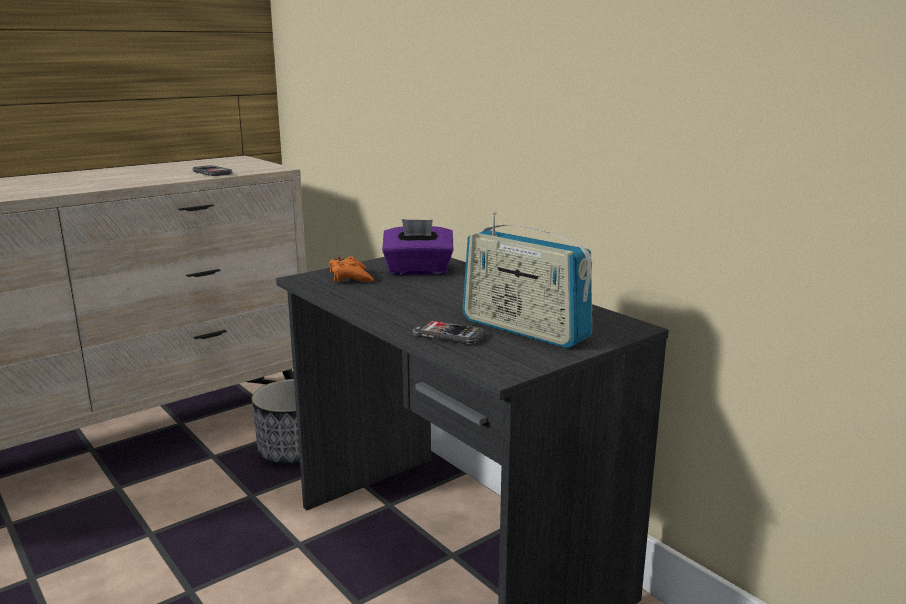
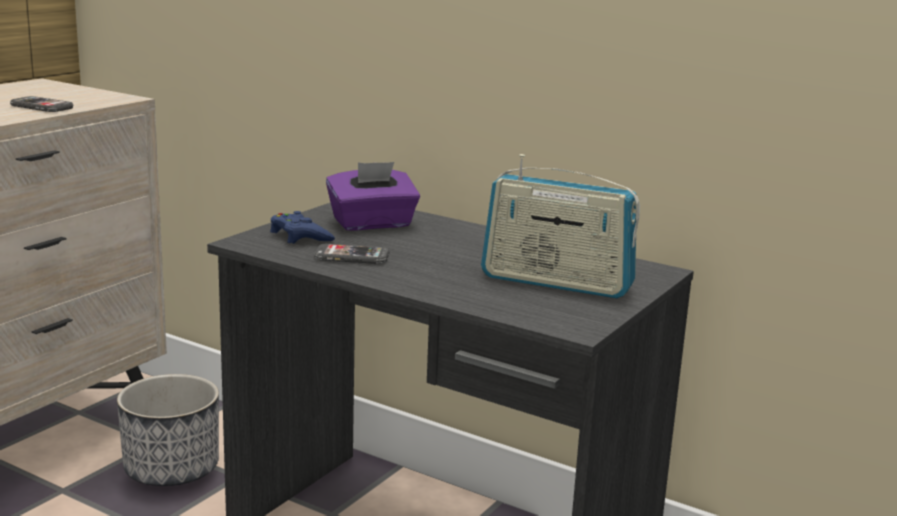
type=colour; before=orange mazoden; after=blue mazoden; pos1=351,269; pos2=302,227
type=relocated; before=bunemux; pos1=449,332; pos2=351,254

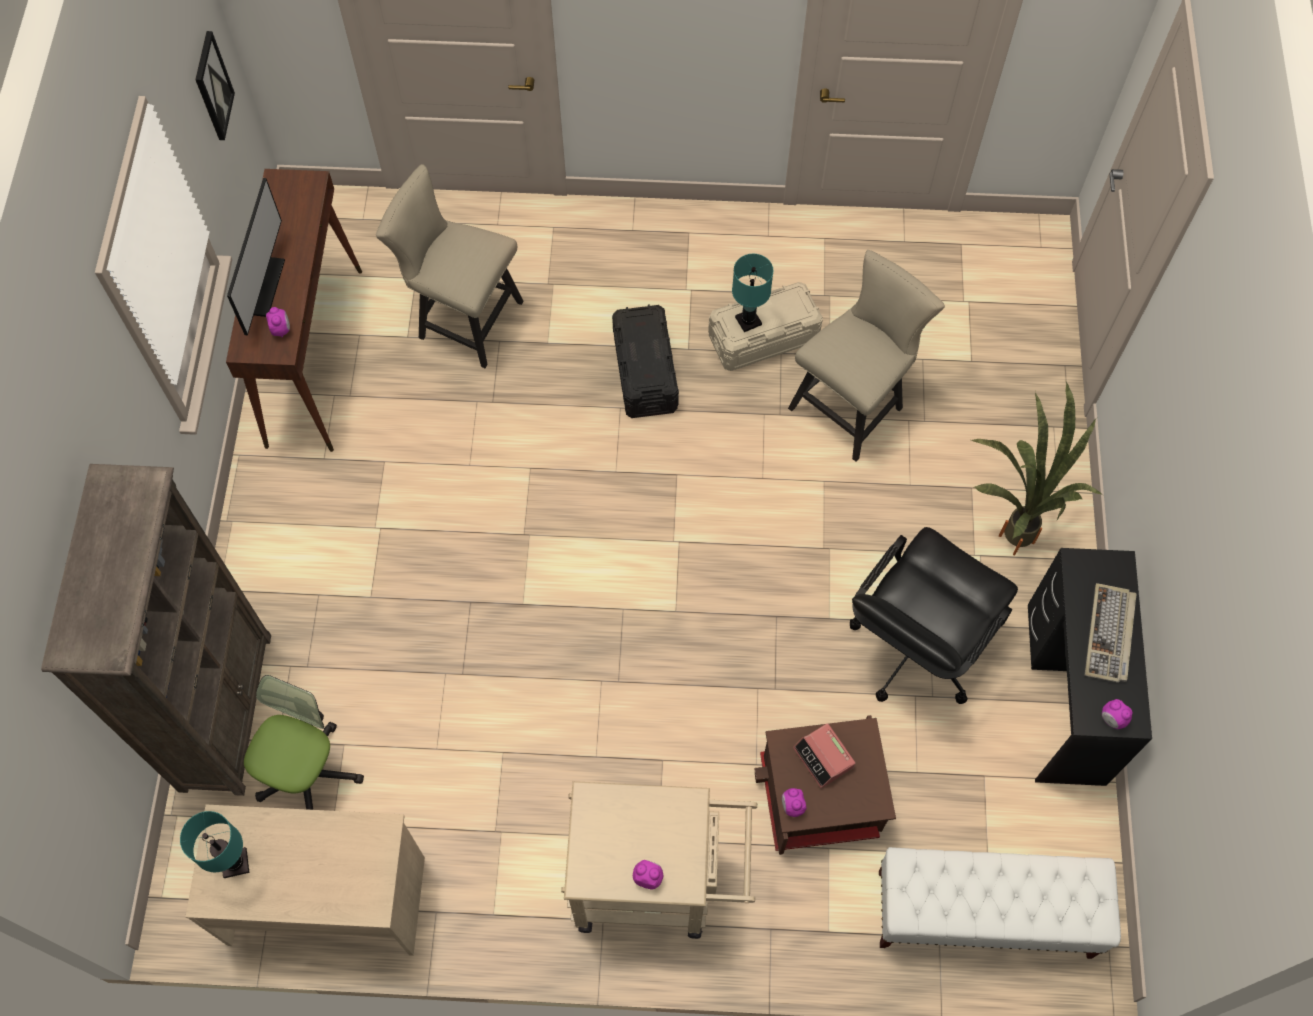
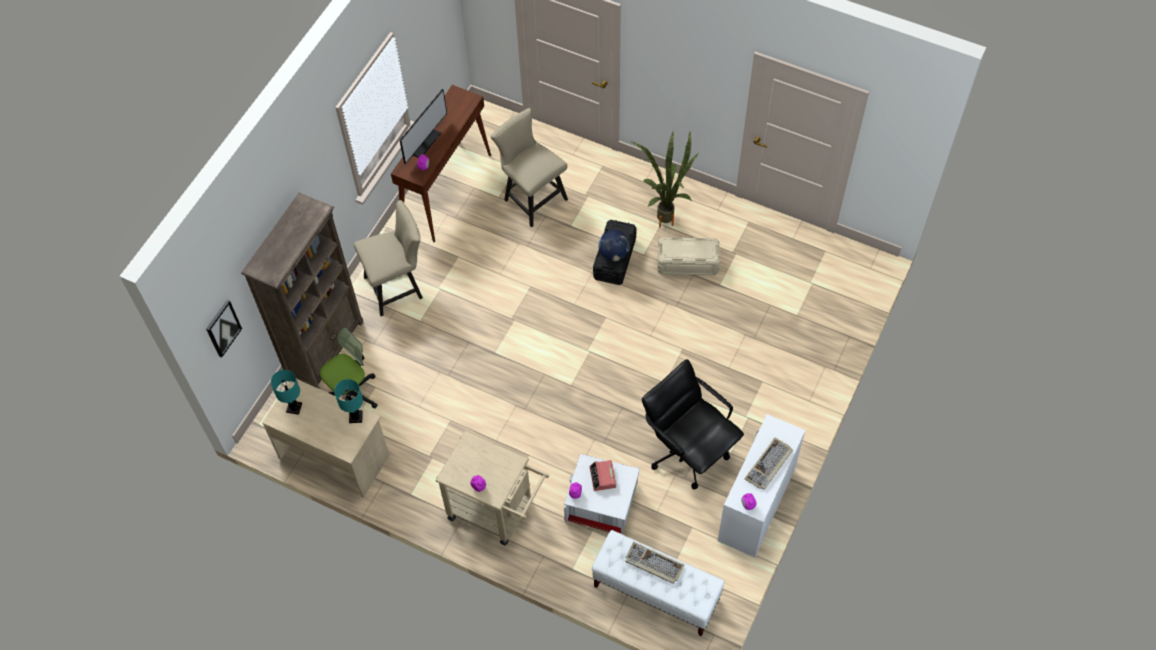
type=relocated; before=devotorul; pos1=215,85; pos2=224,328
type=relocated; before=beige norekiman; pos1=866,356; pos2=388,258
type=relocated; before=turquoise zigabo; pos1=752,293; pos2=348,401
type=relocated; before=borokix; pos1=1036,467; pos2=665,179
type=spun; before=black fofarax; pos1=934,615; pos2=693,424; turn=75
type=colour; before=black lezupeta; after=white lezupeta; pos1=1090,667; pos2=761,485
type=colour; before=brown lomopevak; after=white lomopevak; pos1=825,785; pos2=602,494
type=appeared; after=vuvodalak; pos2=614,245
type=appeared; after=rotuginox; pos2=654,563

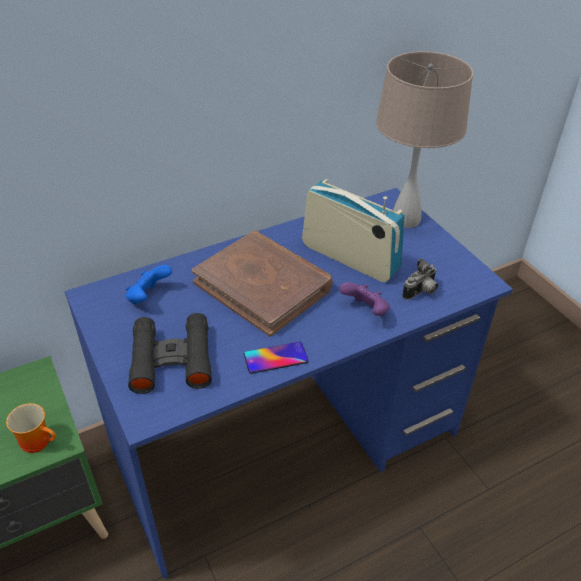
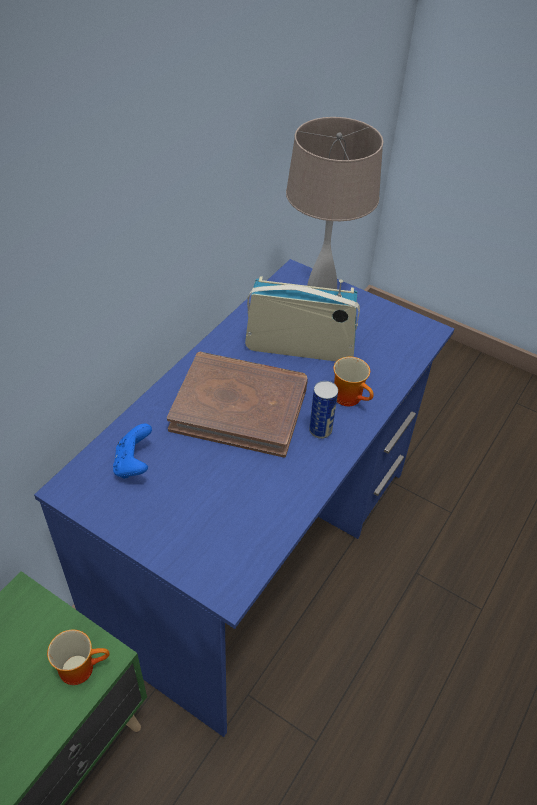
type=missing; before=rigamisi; pos1=420,279
type=exchanged; before=purple mazoden; after=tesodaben; pos1=364,299; pos2=353,381
type=missing; before=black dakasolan; pos1=170,353
type=missing; before=bunemux; pos1=276,358
type=appeared; after=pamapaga; pos2=323,410

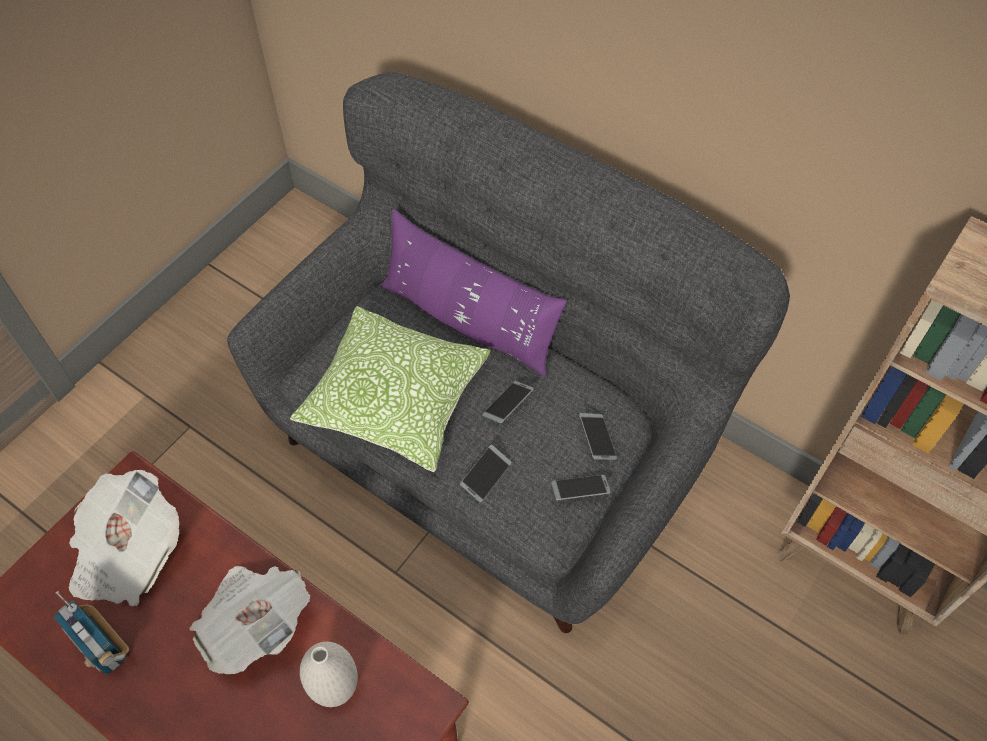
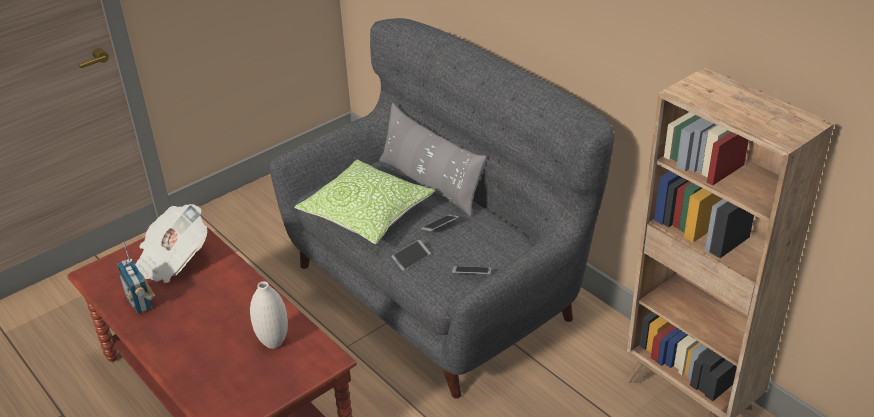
type=colour; before=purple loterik; after=grey loterik; pos1=474,293; pos2=433,160
type=missing; before=bunemux; pos1=598,436
type=missing; before=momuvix; pos1=249,620

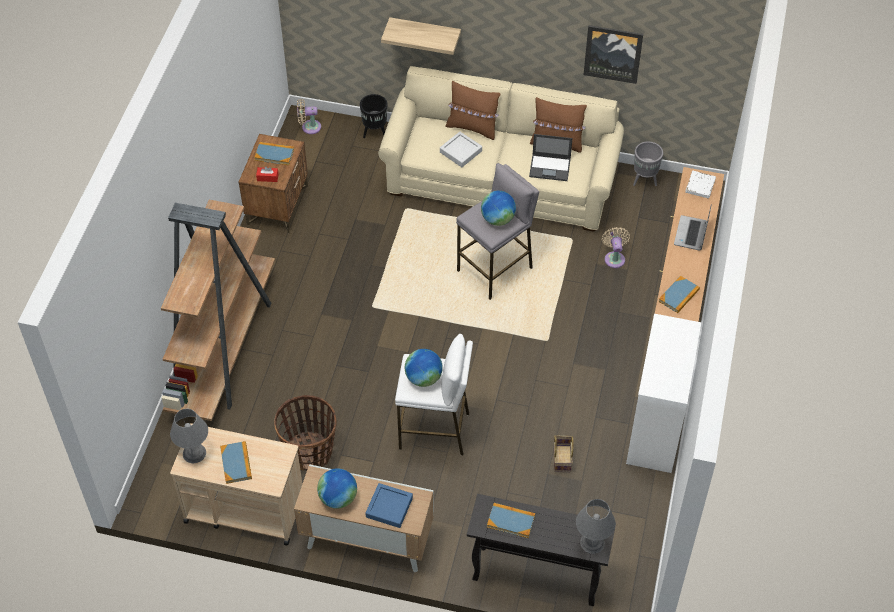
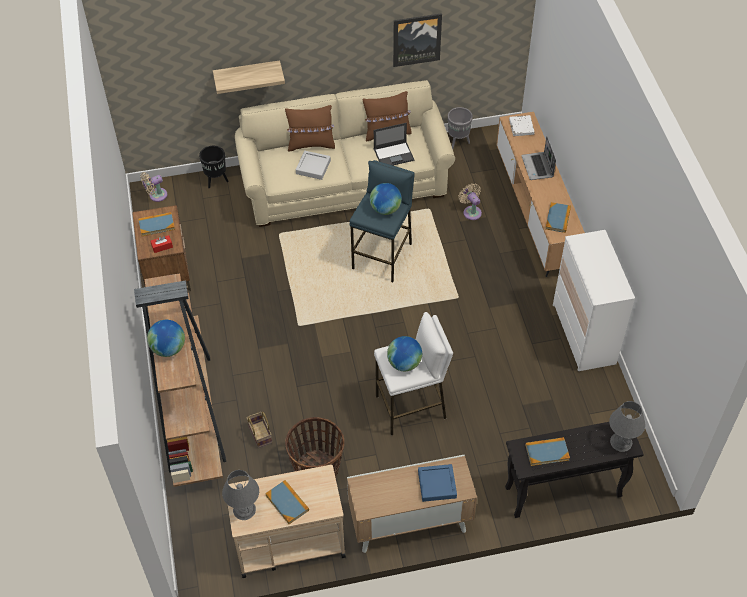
type=colour; before=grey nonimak; after=blue nonimak; pos1=497,231; pos2=382,221
type=relocated; before=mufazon; pos1=563,454; pos2=259,430
type=relocated; before=vuvodalak; pos1=337,488; pos2=166,338

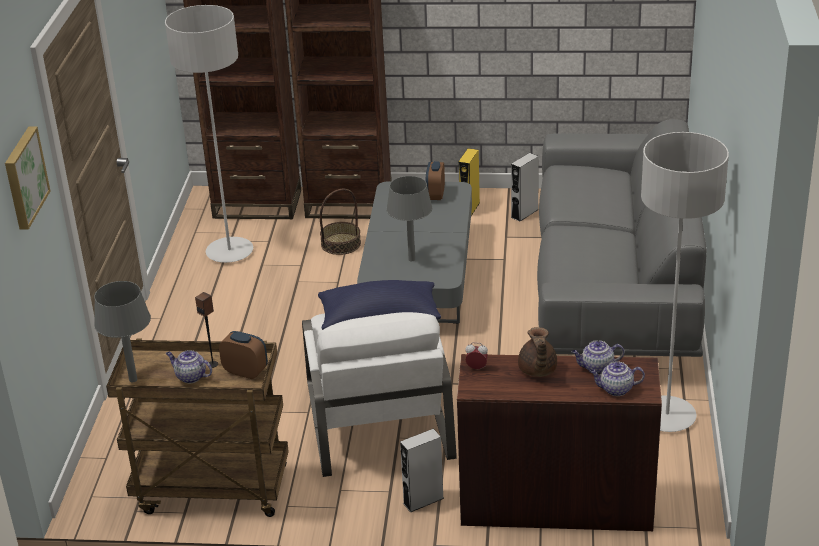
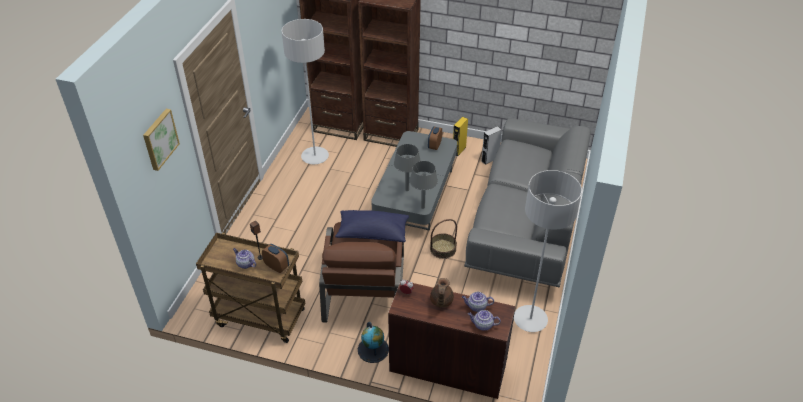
type=relocated; before=mufazon; pos1=340,222; pos2=443,239
type=relocated; before=grey zigabo; pos1=122,331; pos2=424,185
type=colour; before=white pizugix; after=brown pizugix; pos1=379,394; pos2=361,272
type=exchanged; before=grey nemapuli; after=vuvodalak; pos1=422,471; pos2=373,342

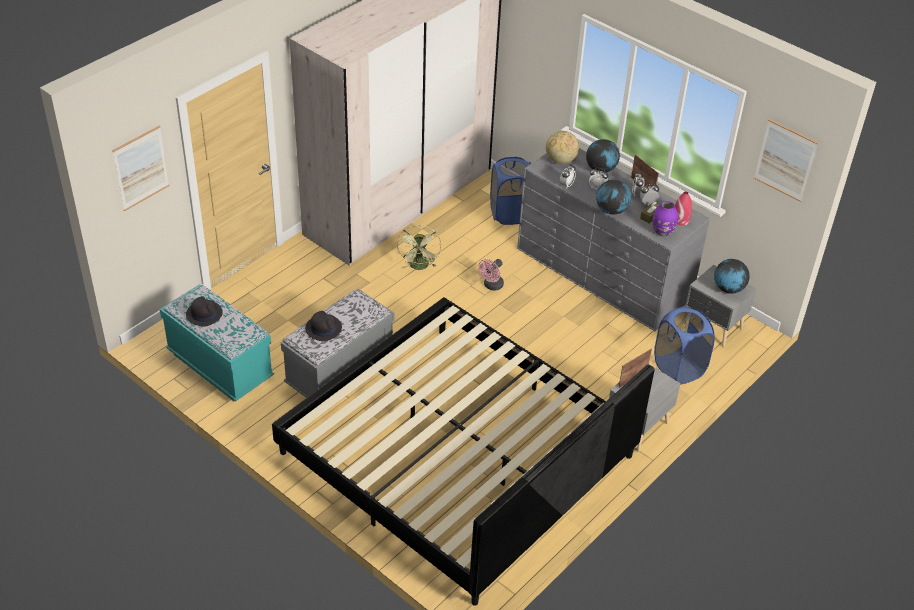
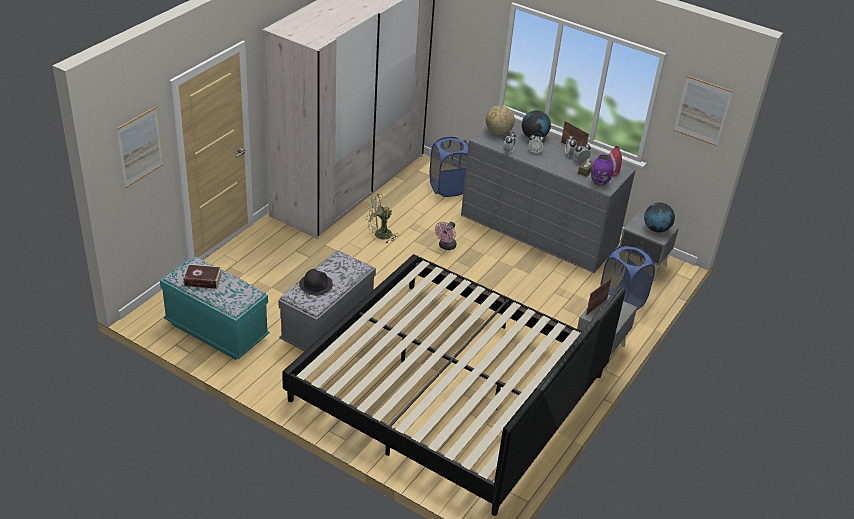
type=missing; before=vuvodalak; pos1=613,197
type=spun; before=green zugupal; pos1=419,247; pos2=381,218; turn=75
type=exchanged; before=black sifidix; after=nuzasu; pos1=204,312; pos2=202,276

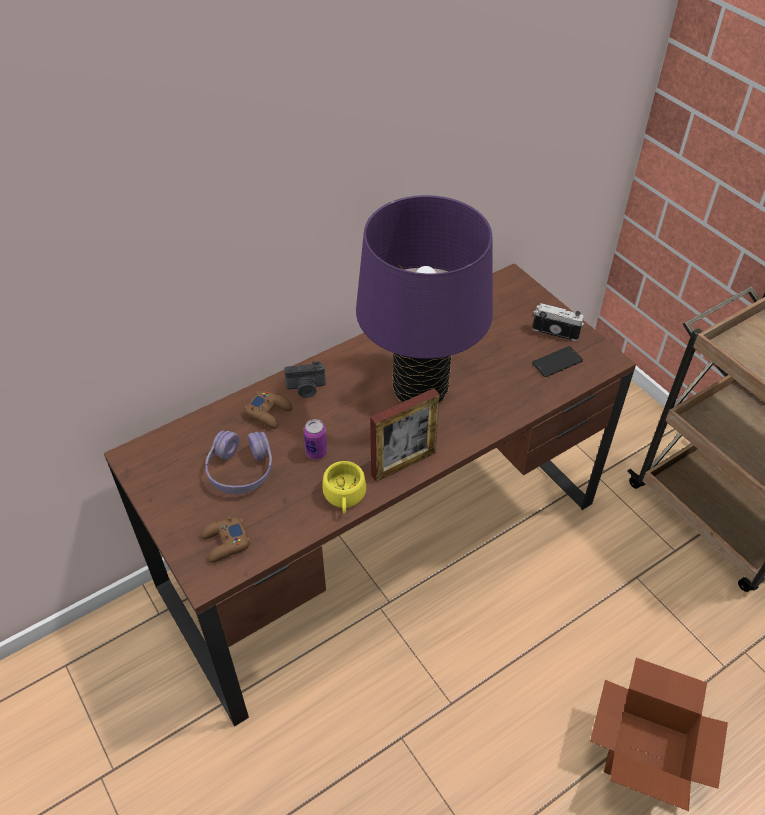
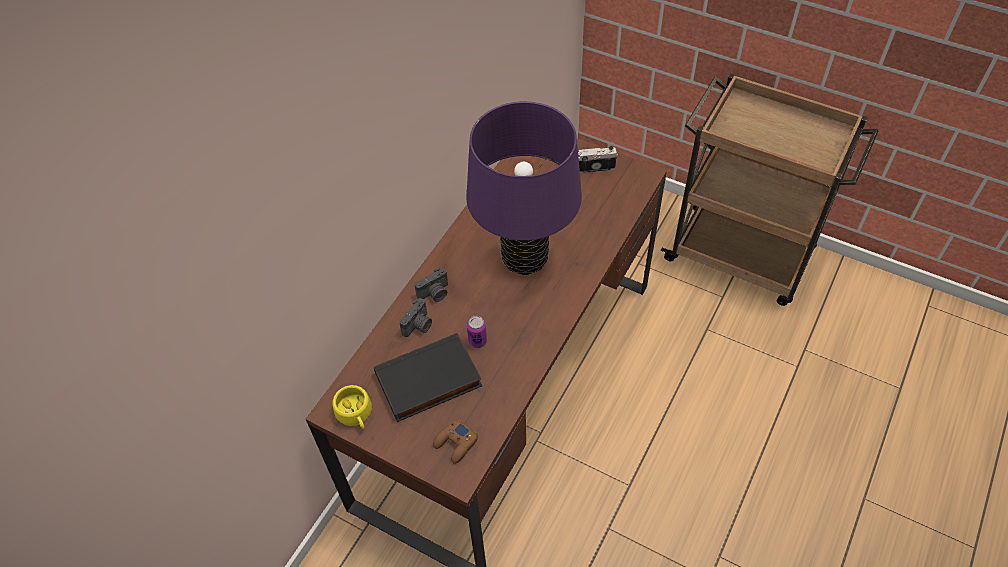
type=missing; before=bunemux; pos1=557,361
type=missing; before=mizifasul; pos1=405,435
type=exchanged; before=brown mazoden; after=rigamisi; pos1=268,410; pos2=415,317
type=exchanged; before=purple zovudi; after=black nuzasu; pos1=238,462; pos2=428,377
type=relocated; before=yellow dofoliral; pos1=344,487; pos2=352,407
type=missing; before=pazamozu; pos1=659,734

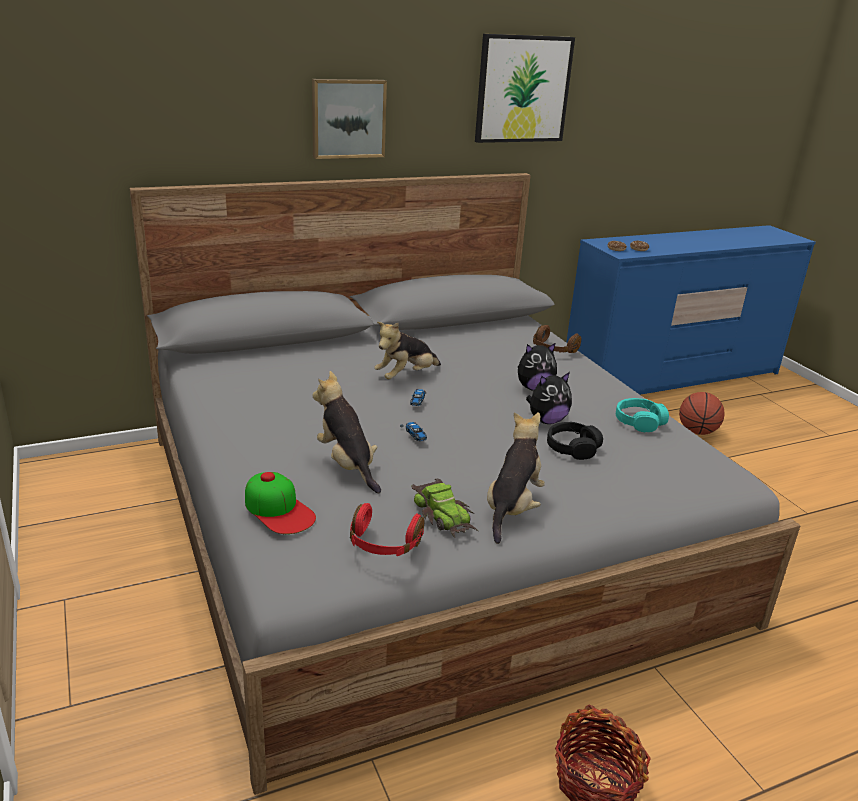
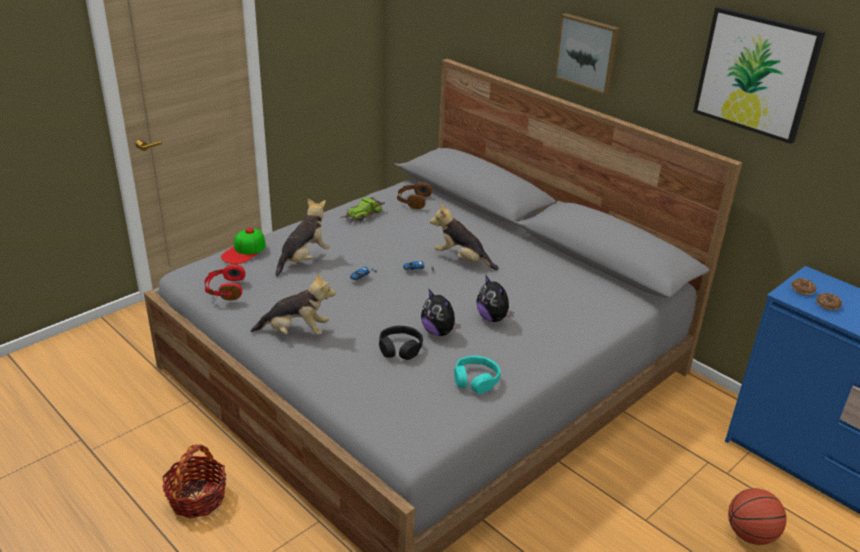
type=relocated; before=brown zovudi; pos1=557,339; pos2=414,195
type=relocated; before=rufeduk; pos1=444,508; pos2=362,210

